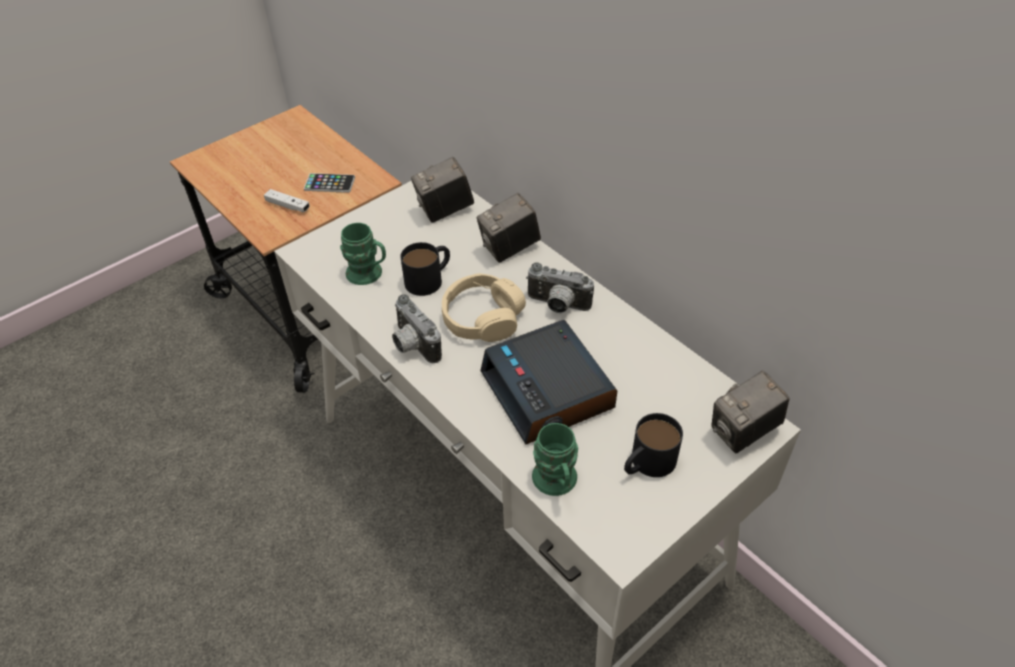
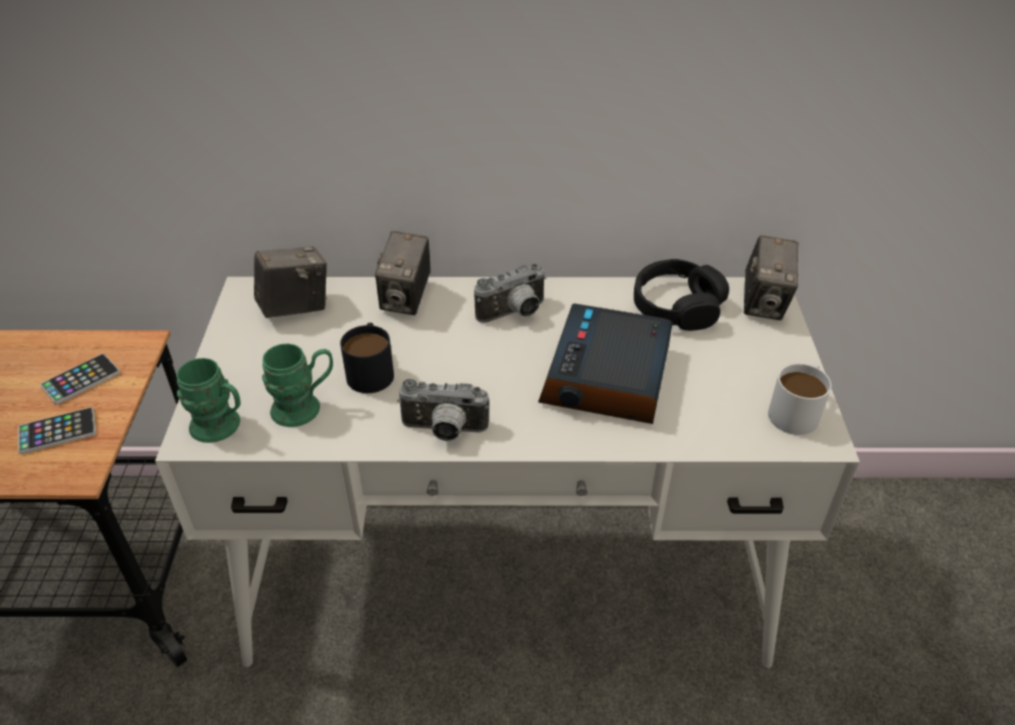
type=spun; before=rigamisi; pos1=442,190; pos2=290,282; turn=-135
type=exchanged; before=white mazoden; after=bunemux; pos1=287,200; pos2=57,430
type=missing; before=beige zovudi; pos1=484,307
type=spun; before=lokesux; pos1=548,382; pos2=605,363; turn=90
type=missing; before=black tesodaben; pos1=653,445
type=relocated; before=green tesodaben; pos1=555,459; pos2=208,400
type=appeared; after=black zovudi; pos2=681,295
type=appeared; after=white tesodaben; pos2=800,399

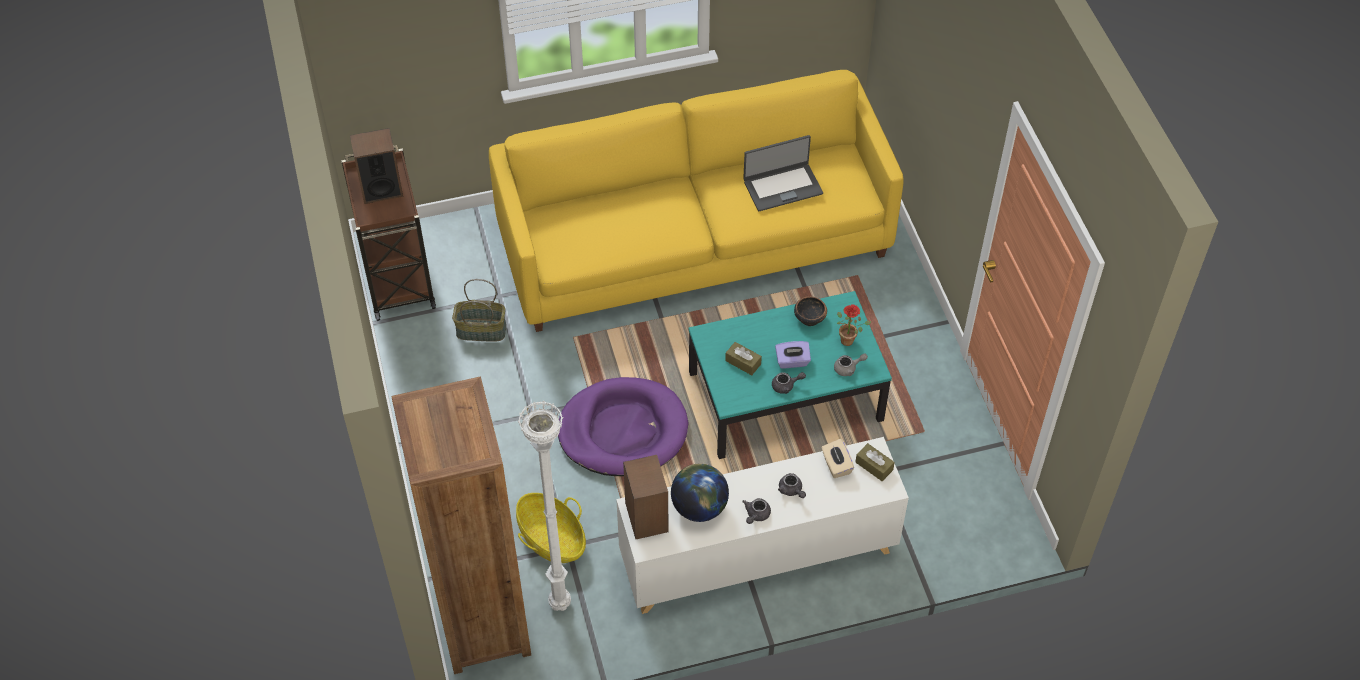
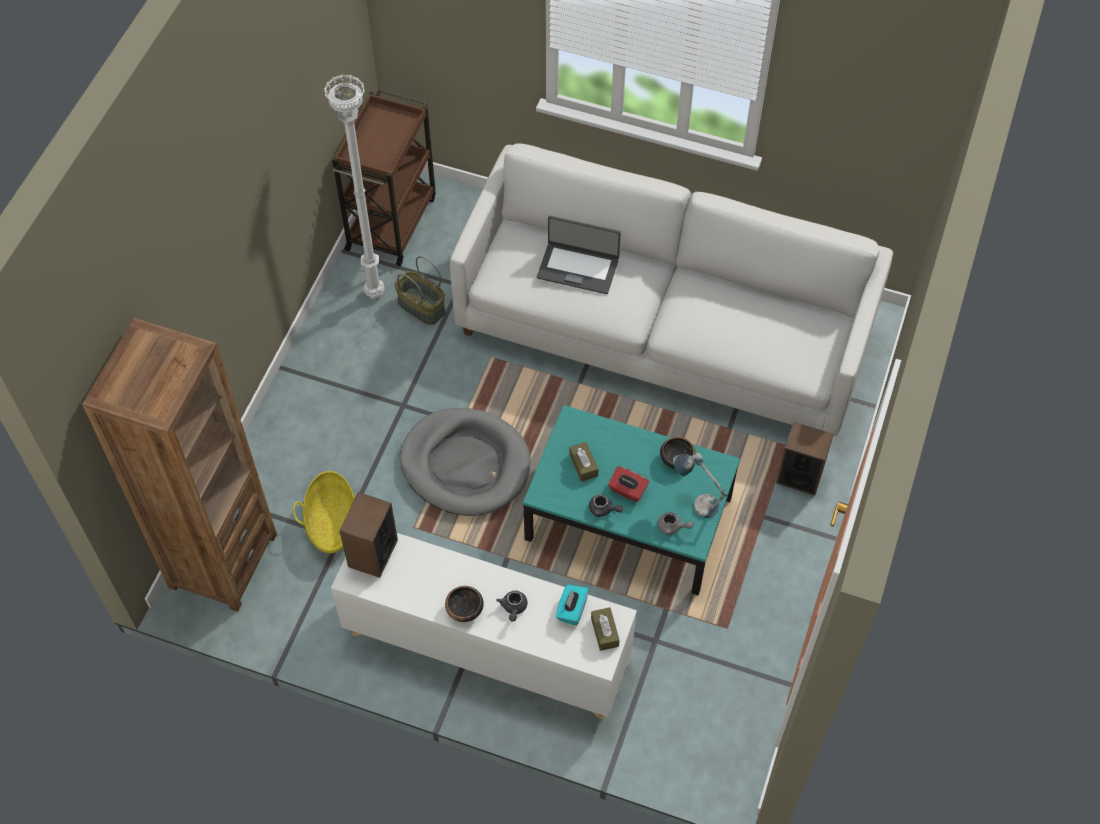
type=colour; before=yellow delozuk; after=white delozuk; pos1=696,201; pos2=671,289
type=relocated; before=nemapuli; pos1=376,166; pos2=805,459
type=relocated; before=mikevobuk; pos1=783,173; pos2=579,255
type=exchanged; before=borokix; after=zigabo; pos1=854,325; pos2=700,485
type=colour; before=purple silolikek; after=red silolikek; pos1=793,355; pos2=628,484
type=colour; before=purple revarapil; after=grey revarapil; pos1=623,426; pos2=465,462
type=relocated; before=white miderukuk; pos1=544,506; pos2=354,187
type=colour; before=beige silolikek; after=turquoise silolikek; pos1=837,458; pos2=572,605
type=missing; before=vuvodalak; pos1=700,493
type=exchanged; before=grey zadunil; after=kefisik; pos1=756,511; pos2=464,604

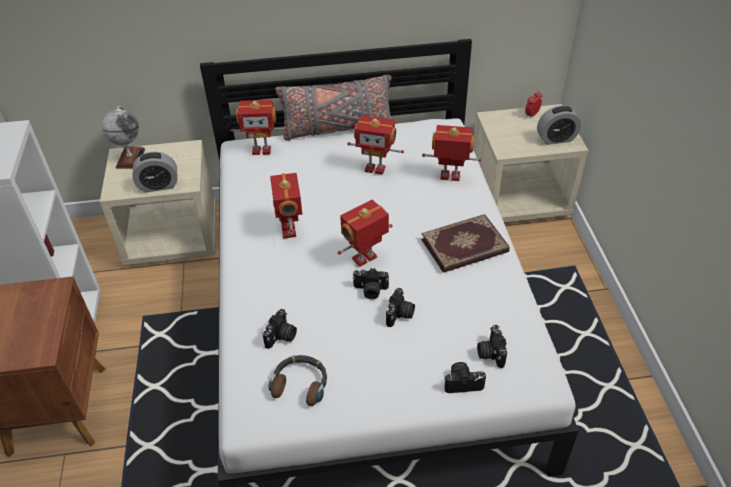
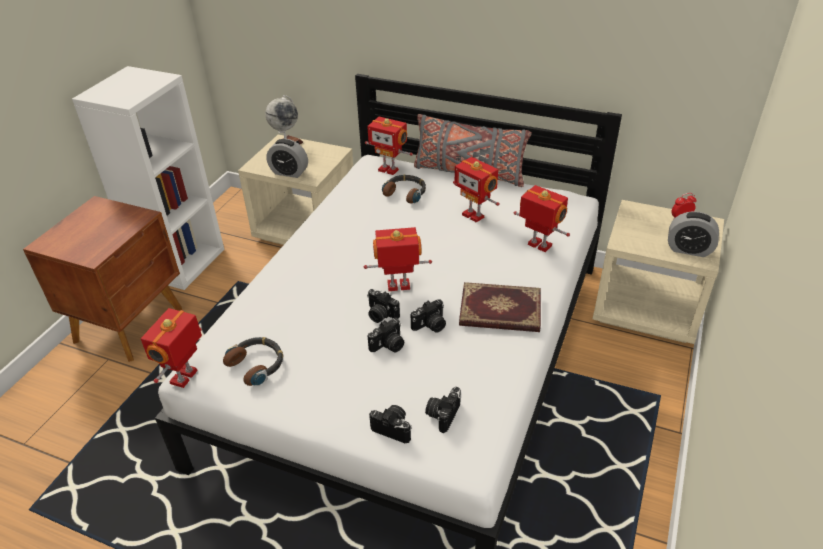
type=relocated; before=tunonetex; pos1=286,206; pos2=171,348
type=relocated; before=rigamisi; pos1=280,329; pos2=428,316
type=appeared; after=zovudi; pos2=404,188

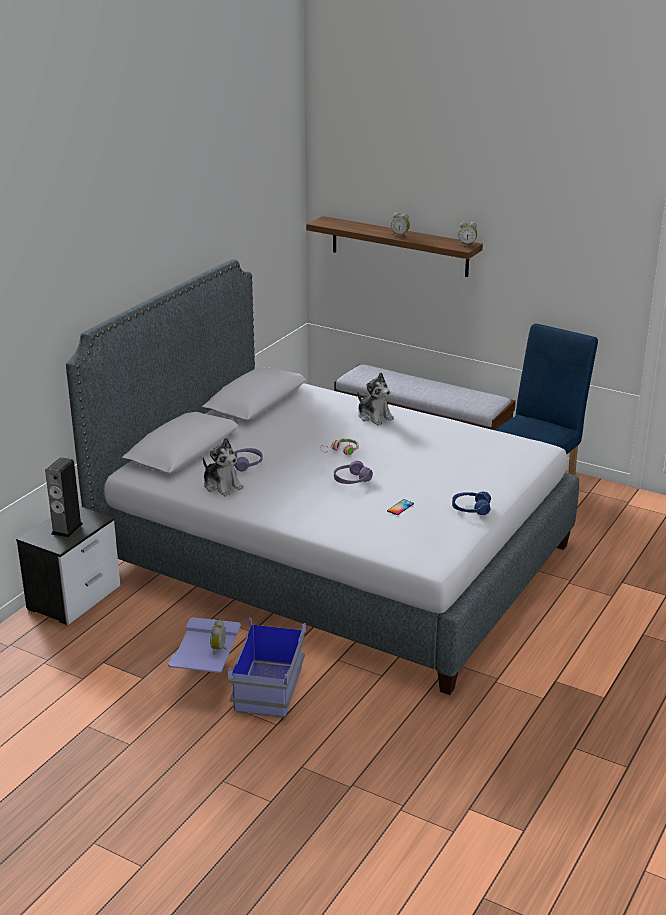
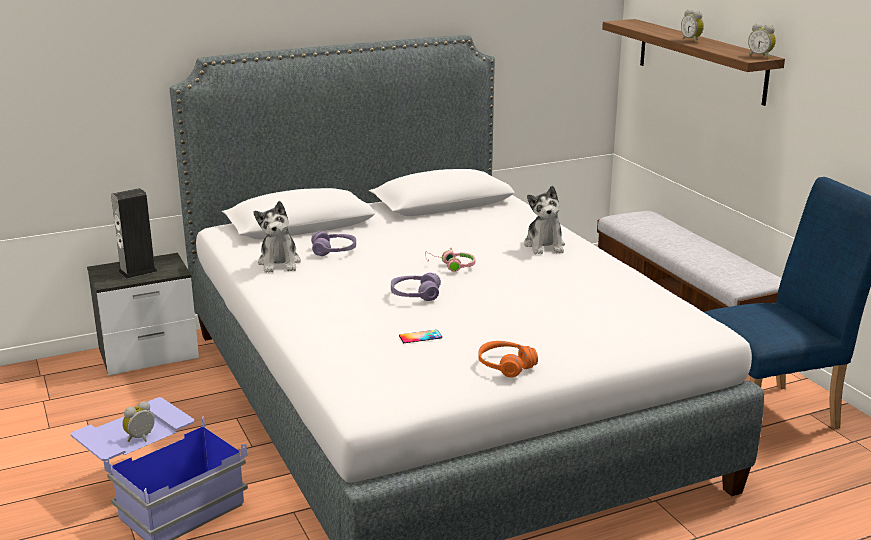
type=colour; before=blue zovudi; after=orange zovudi; pos1=471,503; pos2=508,359

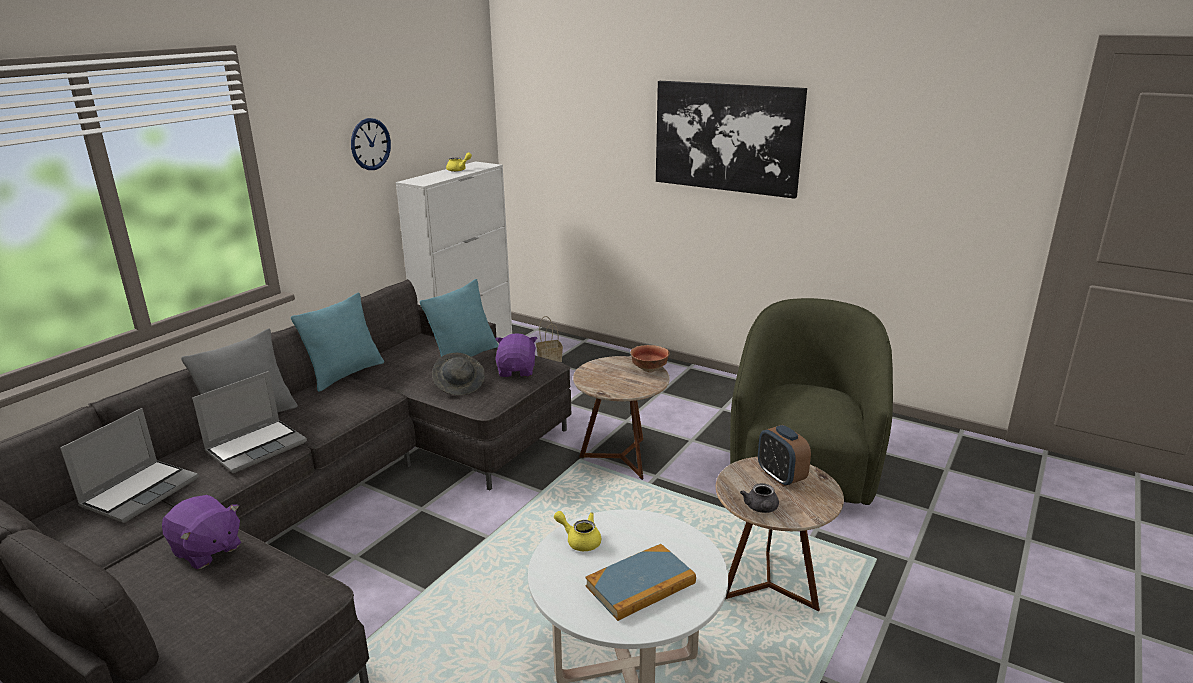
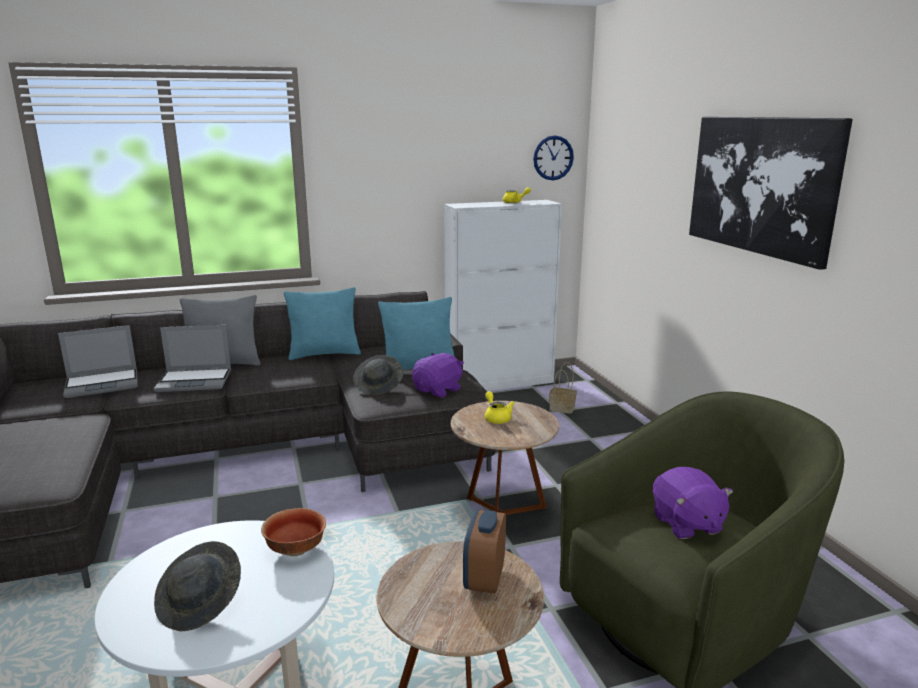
type=relocated; before=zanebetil; pos1=371,144; pos2=553,157
type=relocated; before=kefisik; pos1=650,358; pos2=293,532
type=missing; before=grey zadunil; pos1=759,498
type=relocated; before=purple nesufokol; pos1=201,532; pos2=693,503
type=relocated; before=yellow zadunil; pos1=577,531; pos2=500,407
type=exchanged; before=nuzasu; after=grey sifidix; pos1=640,582; pos2=197,586

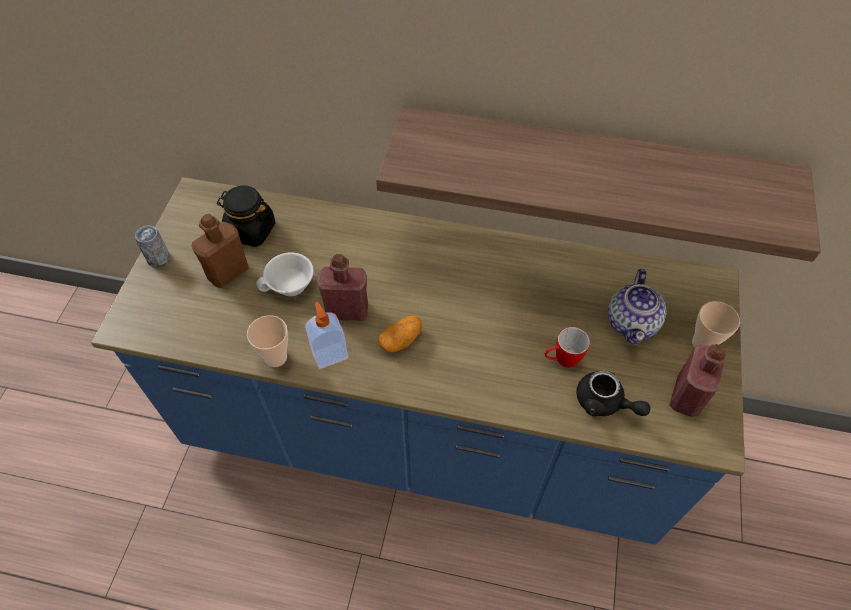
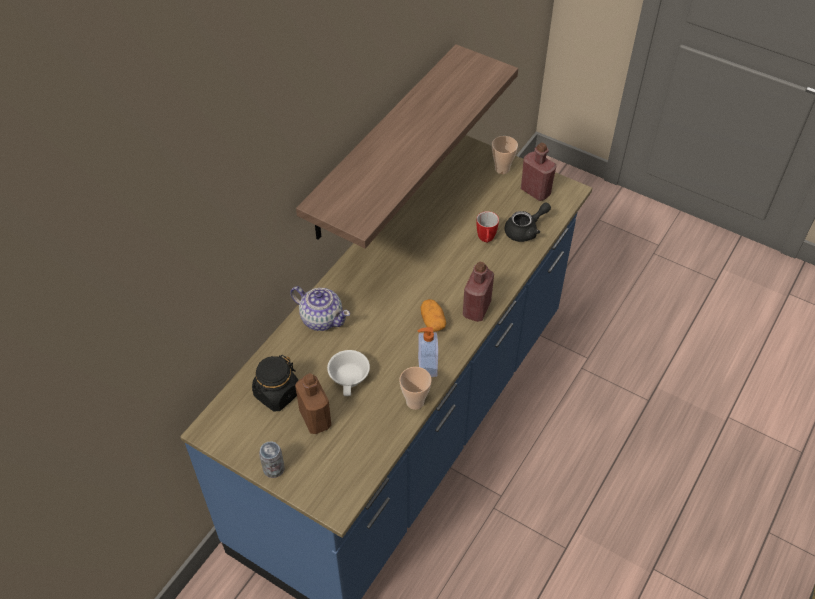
type=relocated; before=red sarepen; pos1=342,287; pos2=478,292
type=relocated; before=zadunil; pos1=637,307; pos2=320,308

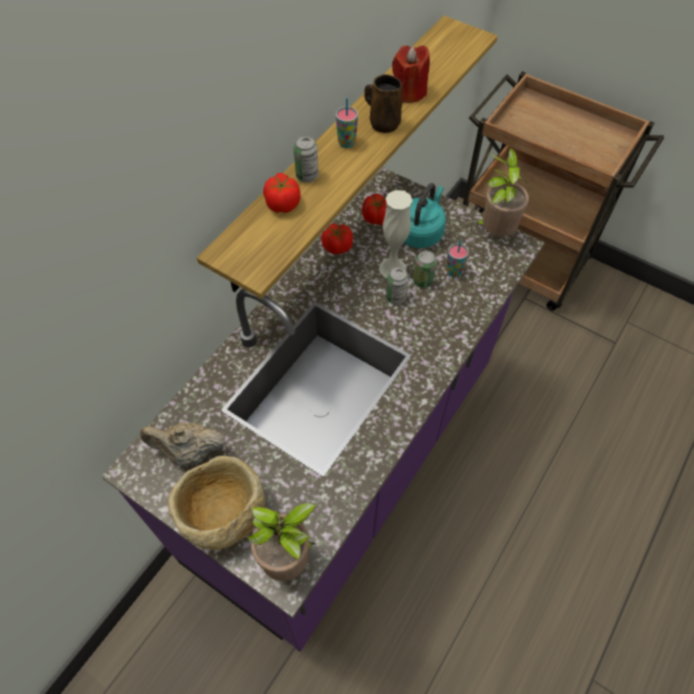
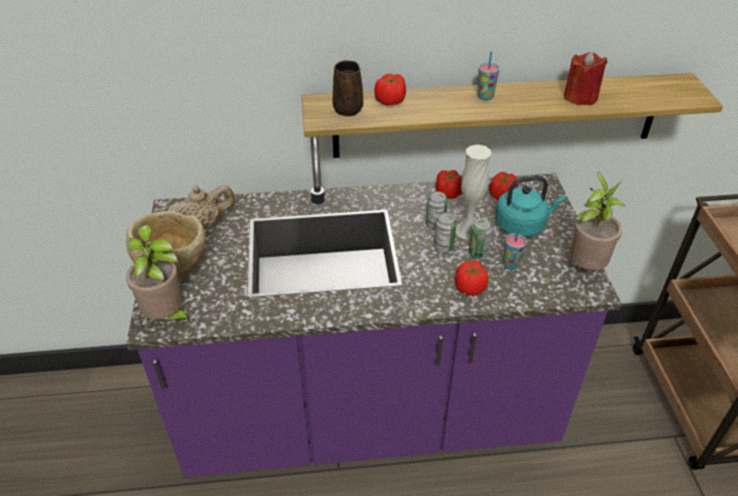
type=relocated; before=brown tesodaben; pos1=383,103; pos2=347,88
type=relocated; before=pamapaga; pos1=306,159; pos2=437,211
type=spun; before=beige zadunil; pos1=182,444; pos2=201,206; turn=105
type=appeared; after=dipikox; pos2=472,278

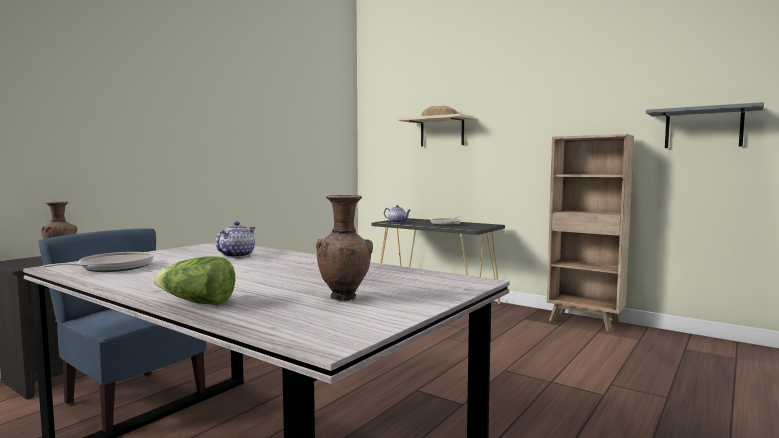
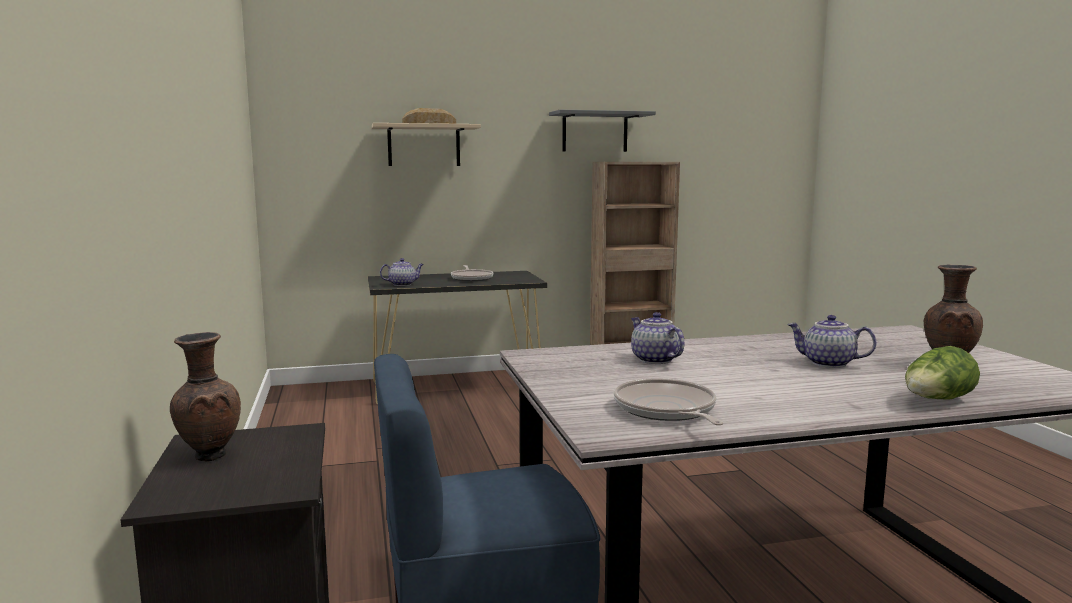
type=relocated; before=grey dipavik; pos1=705,125; pos2=602,131
type=appeared; after=zadunil; pos2=831,341

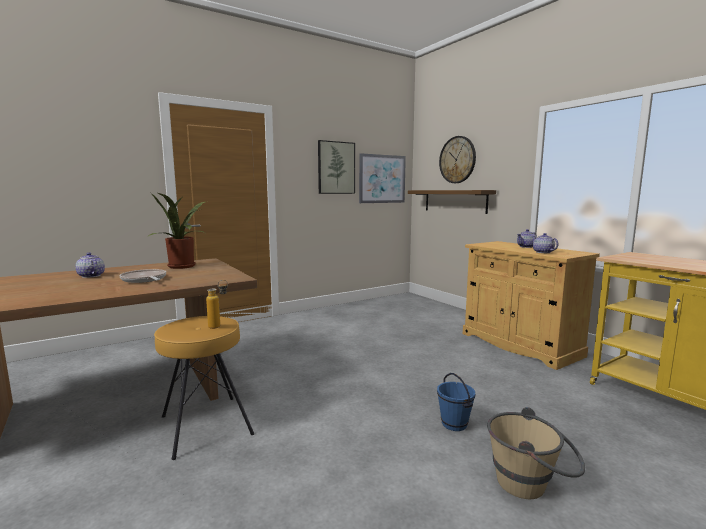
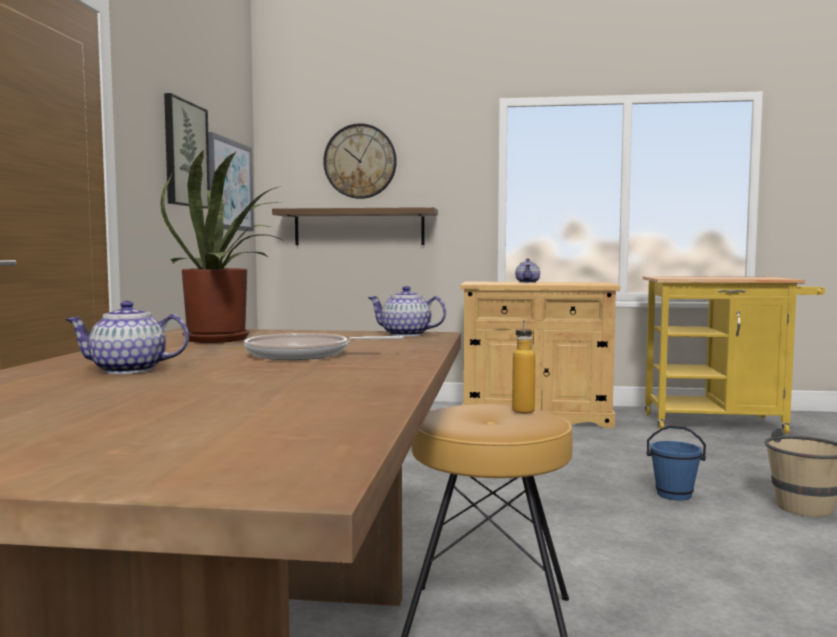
type=relocated; before=zadunil; pos1=545,243; pos2=407,311

